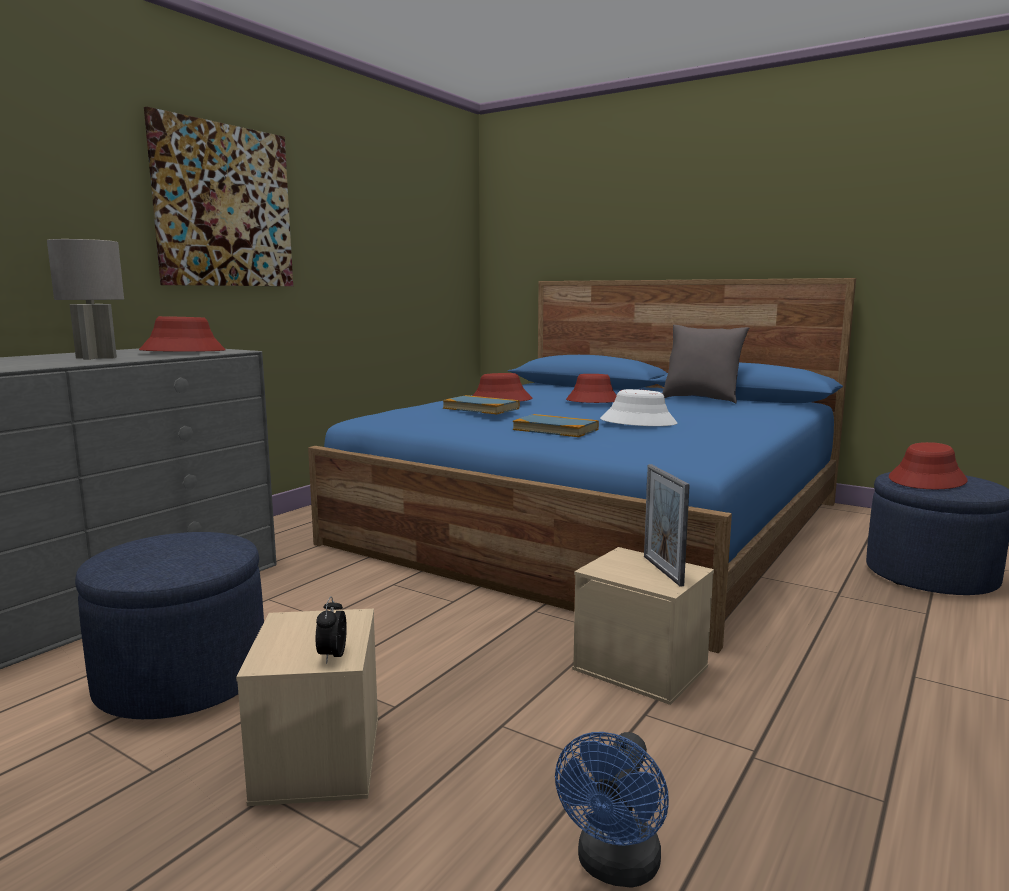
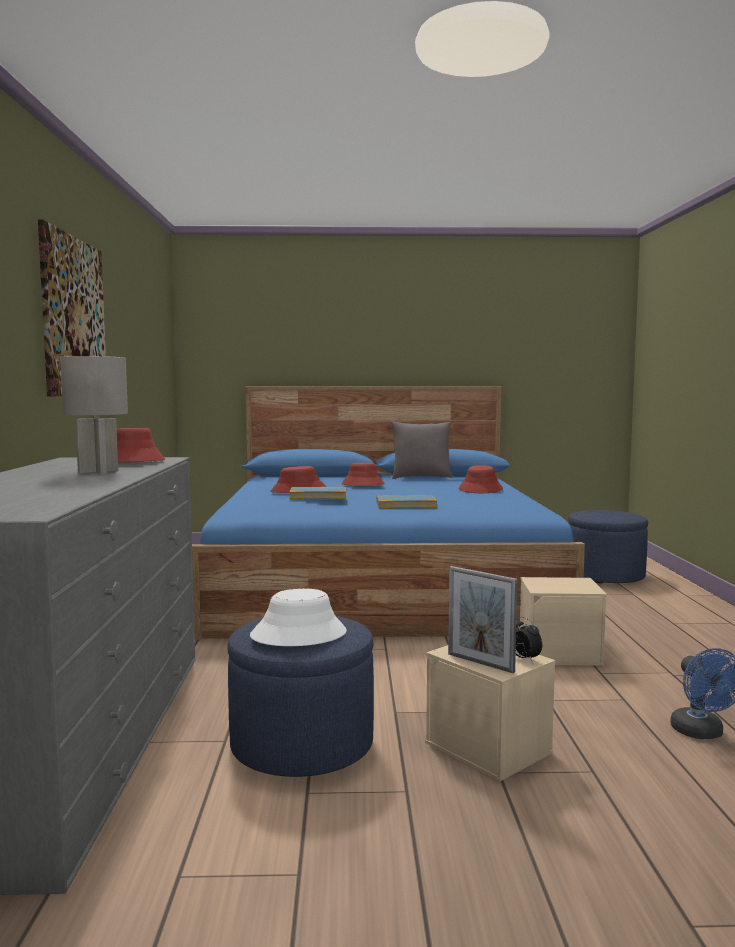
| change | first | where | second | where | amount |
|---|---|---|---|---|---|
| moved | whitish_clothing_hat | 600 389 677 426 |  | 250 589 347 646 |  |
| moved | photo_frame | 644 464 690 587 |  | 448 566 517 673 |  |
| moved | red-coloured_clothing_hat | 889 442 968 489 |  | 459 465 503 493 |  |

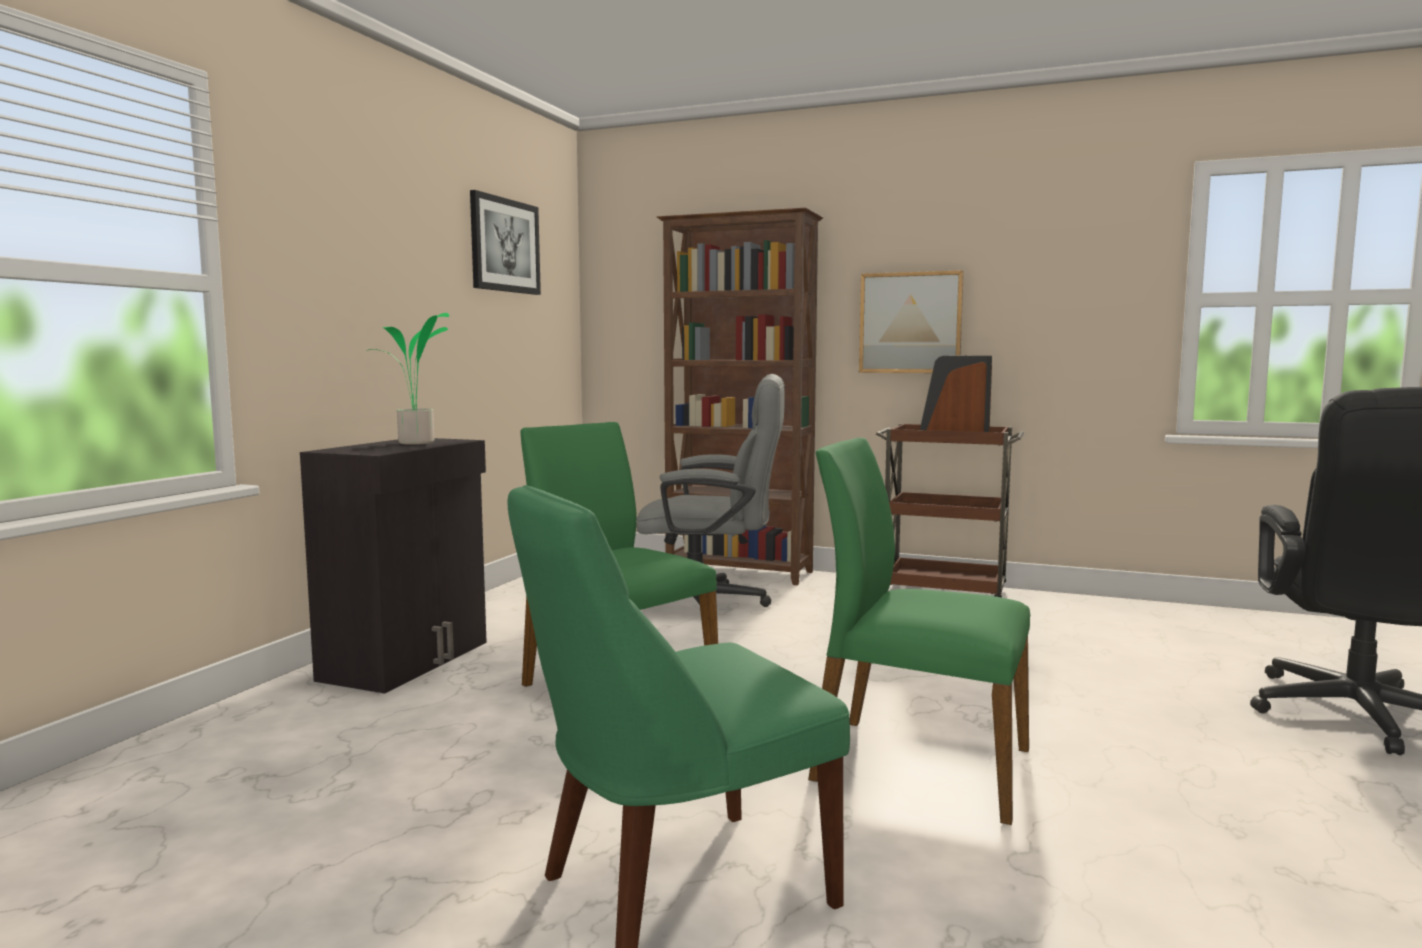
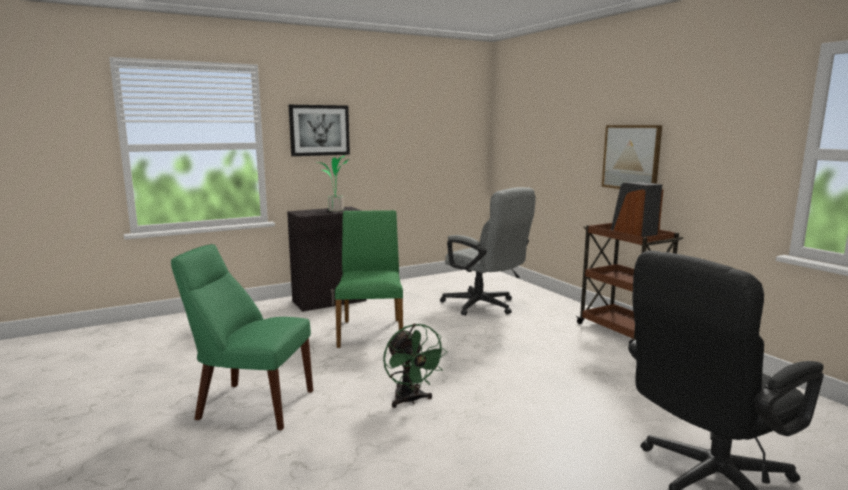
| change | first | where | second | where | amount |
|---|---|---|---|---|---|
| moved | wall_art | 470 190 541 295 |  | 289 105 350 156 |  |
| replaced | green_chair | 808 438 1030 825 | green_electric_fan | 383 324 447 408 |  |
| removed | brown_bookcase | 657 208 823 585 |  |  |  |

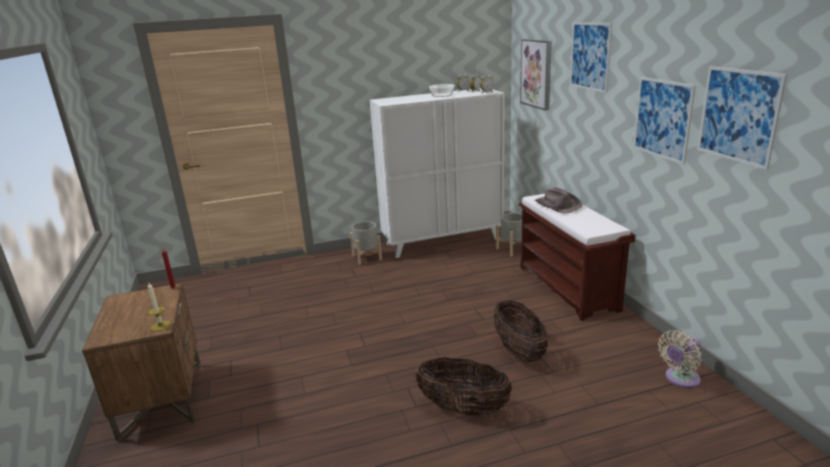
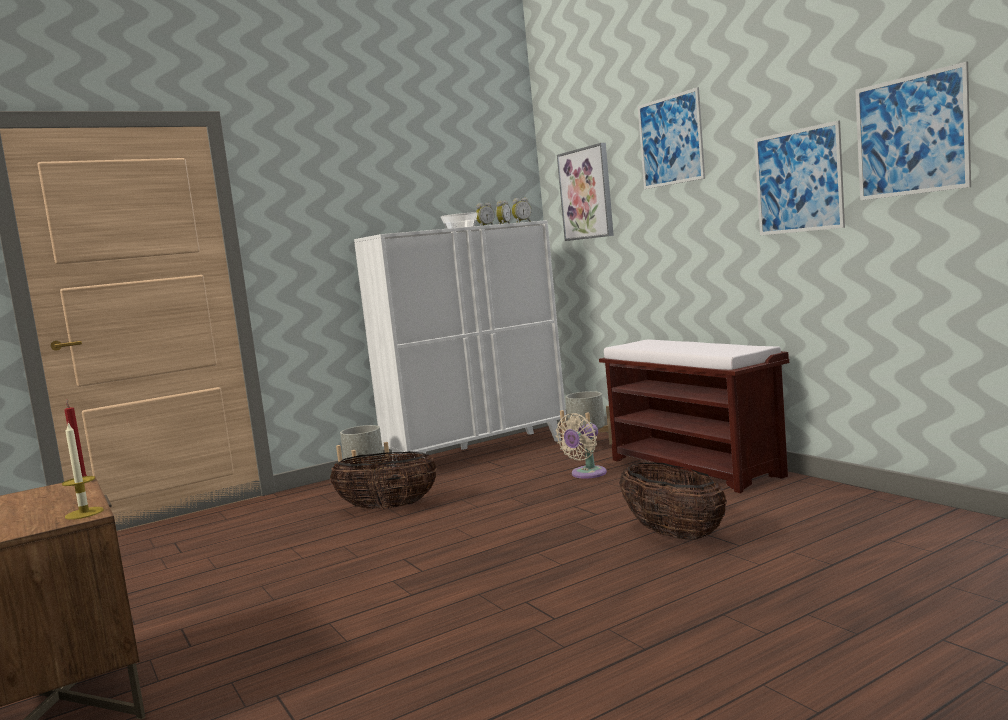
| change | first | where | second | where | amount |
|---|---|---|---|---|---|
| moved | household_basket | 415 357 513 416 |  | 330 451 437 509 |  |
| moved | beige-coloured_electric_fan | 658 330 702 388 |  | 556 413 607 479 |  |
| removed | brown_clothing_hat | 535 187 582 214 |  |  |  |

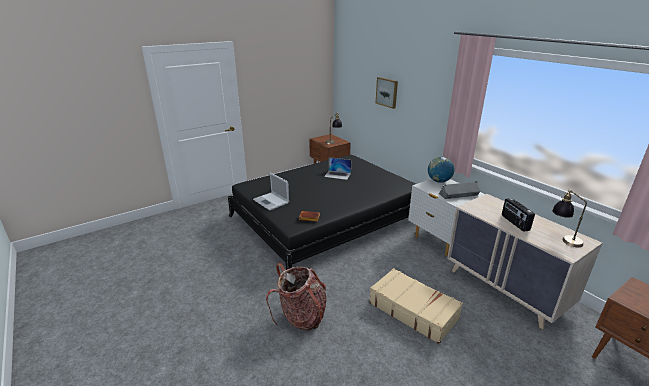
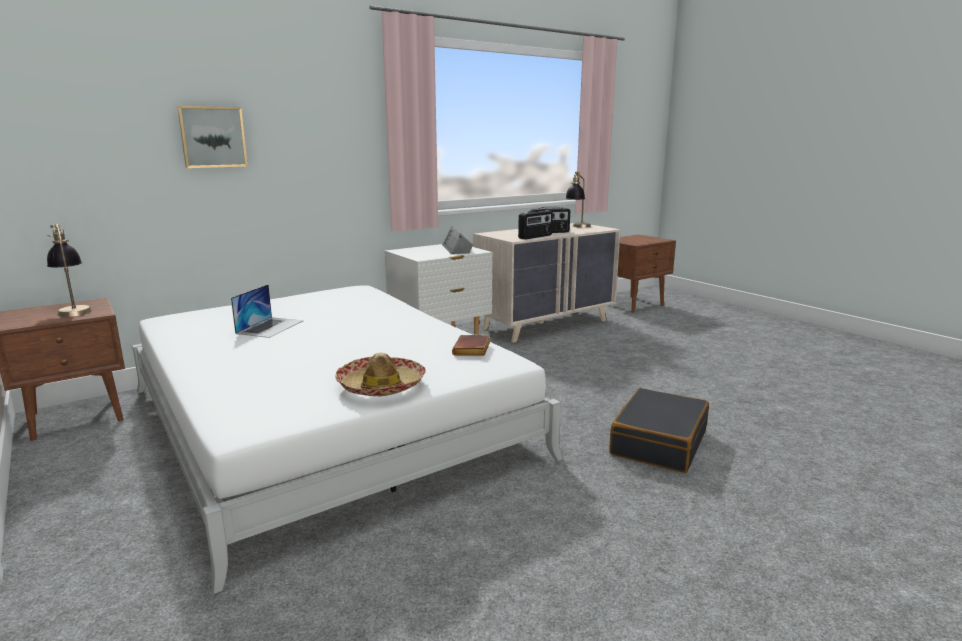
| change | first | where | second | where | amount |
|---|---|---|---|---|---|
| recoloured | blackish_sleeping_bed | 228 155 415 270 | whitish_sleeping_bed | 132 285 563 594 |  |
| replaced | laptop | 253 173 289 210 | clothing_hat | 335 352 426 396 |  |
| added |  |  | radio | 518 210 553 240 |  |
| replaced | rucksack | 266 263 327 331 | blackish_piece_of_luggage | 609 388 709 473 |  |
| removed | beige-coloured_piece_of_luggage | 369 268 463 344 |  |  |  |
| removed | desk_globe | 428 157 455 183 |  |  |  |

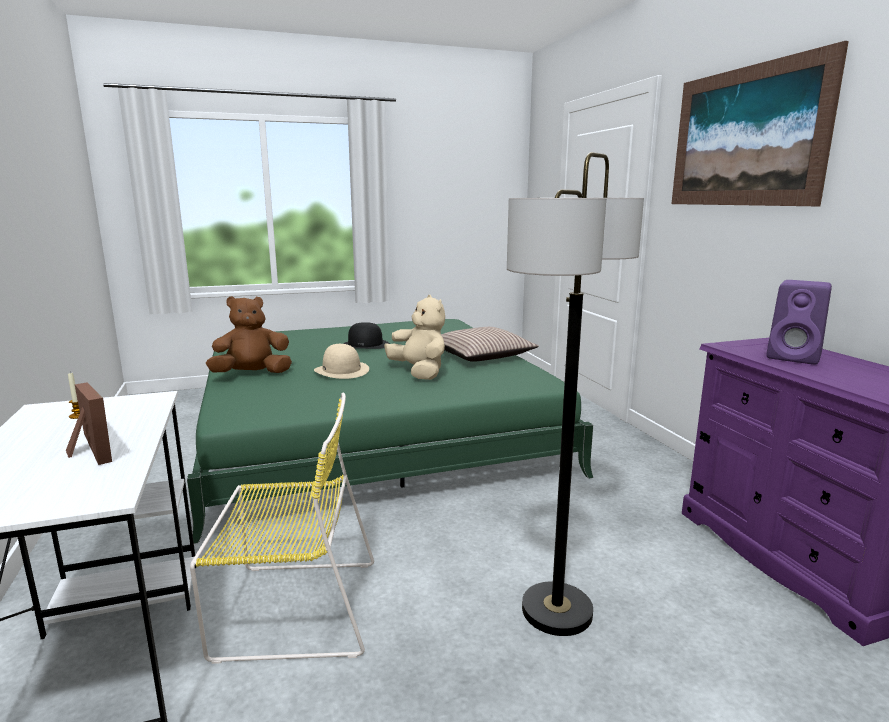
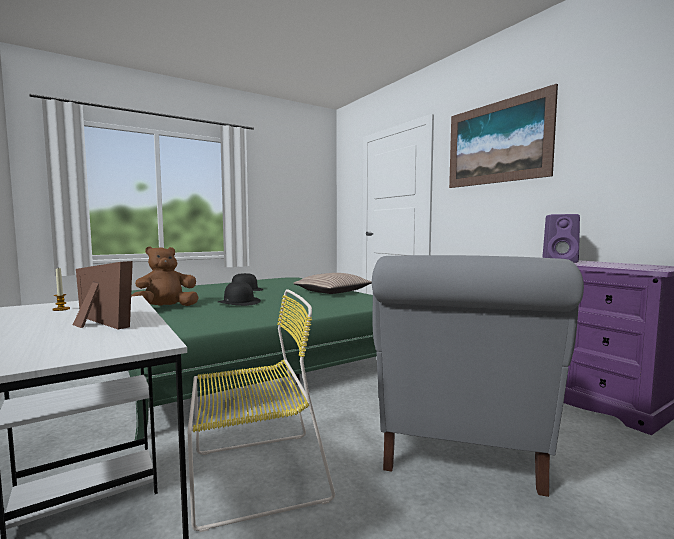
| change | first | where | second | where | amount |
|---|---|---|---|---|---|
| recoloured | beige-coloured_clothing_hat | 314 344 369 379 | blackish_clothing_hat | 218 282 261 306 |  |
| replaced | floor_lamp | 507 152 644 636 | greyish_armchair | 372 255 584 497 |  |
| removed | beige-coloured_soft_toy | 384 295 445 380 |  |  |  |

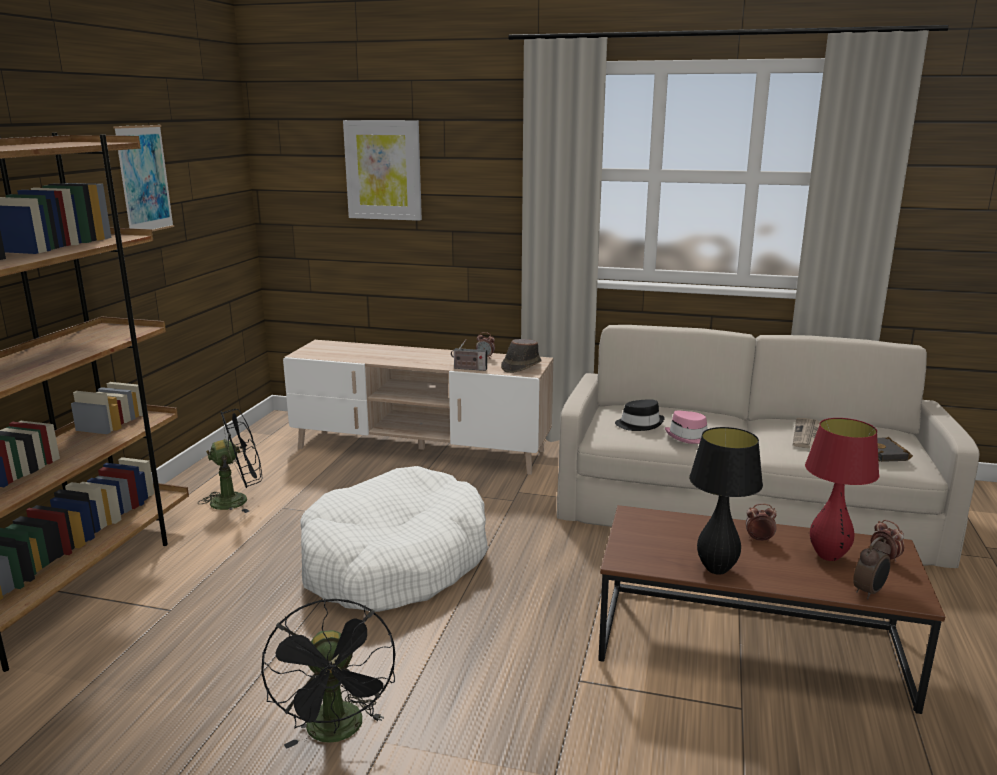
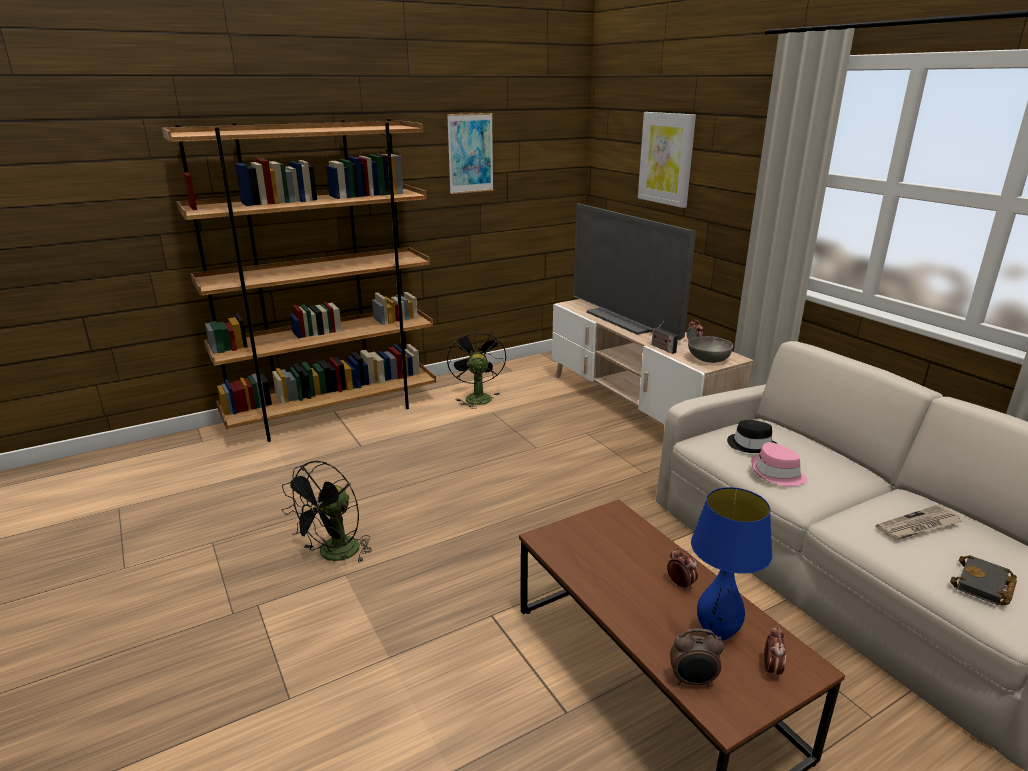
| change | first | where | second | where | amount |
|---|---|---|---|---|---|
| turned | blackish_electric_fan | 198 409 262 513 |  | 447 329 506 409 | 120 degrees counterclockwise |
| added |  |  | TV | 573 203 696 341 |  |
| replaced | brown_clothing_hat | 501 339 542 373 | greyish_serving_bowl | 688 336 733 363 |  |
| recoloured | red-coloured_table_lamp | 805 418 879 561 | blue_table_lamp | 691 487 772 640 |  |
| removed | whitish_dog_cushion | 300 466 488 612 |  |  |  |
| removed | blackish_table_lamp | 689 427 763 575 |  |  |  |

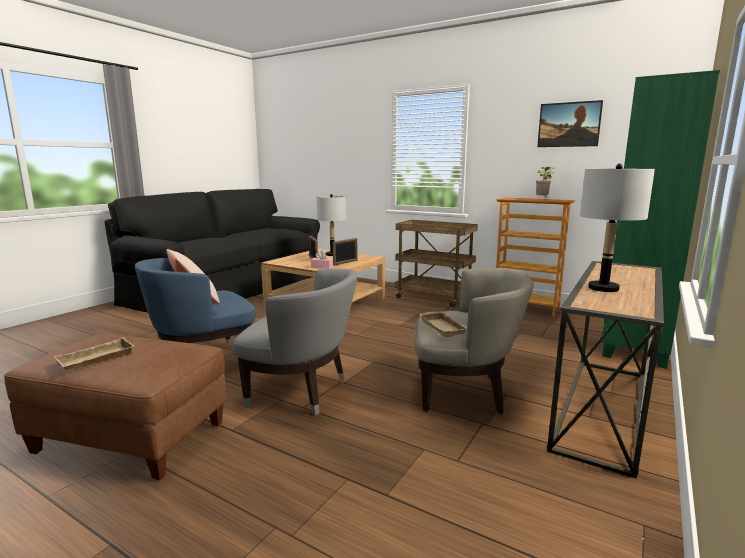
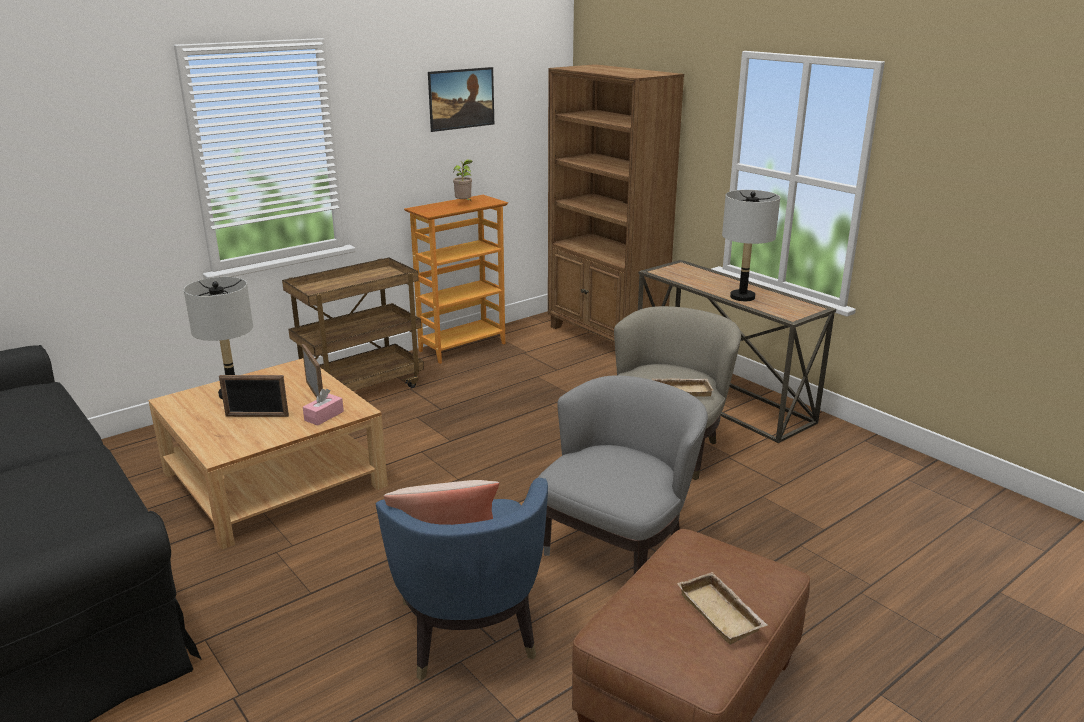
| change | first | where | second | where | amount |
|---|---|---|---|---|---|
| recoloured | green_bookcase | 601 70 720 369 | brown_bookcase | 548 64 684 343 |  |

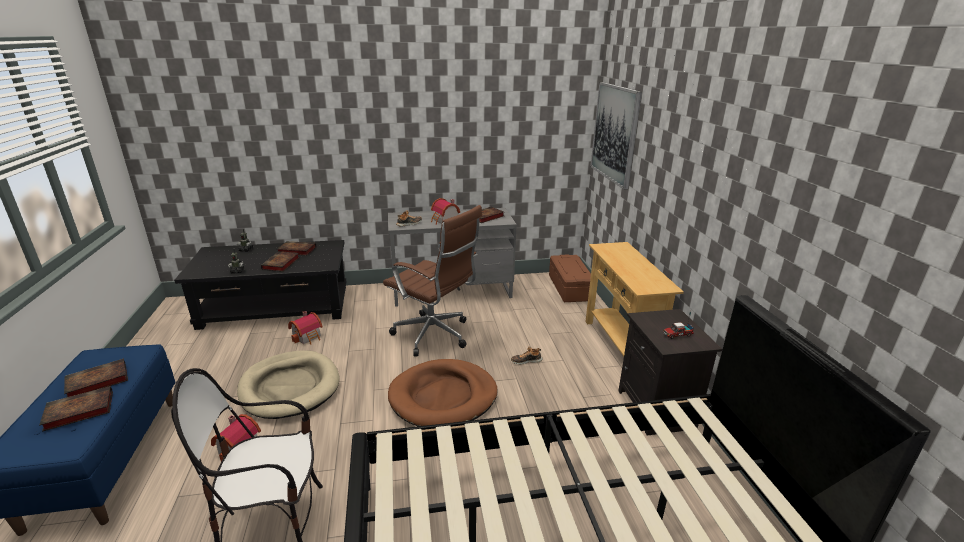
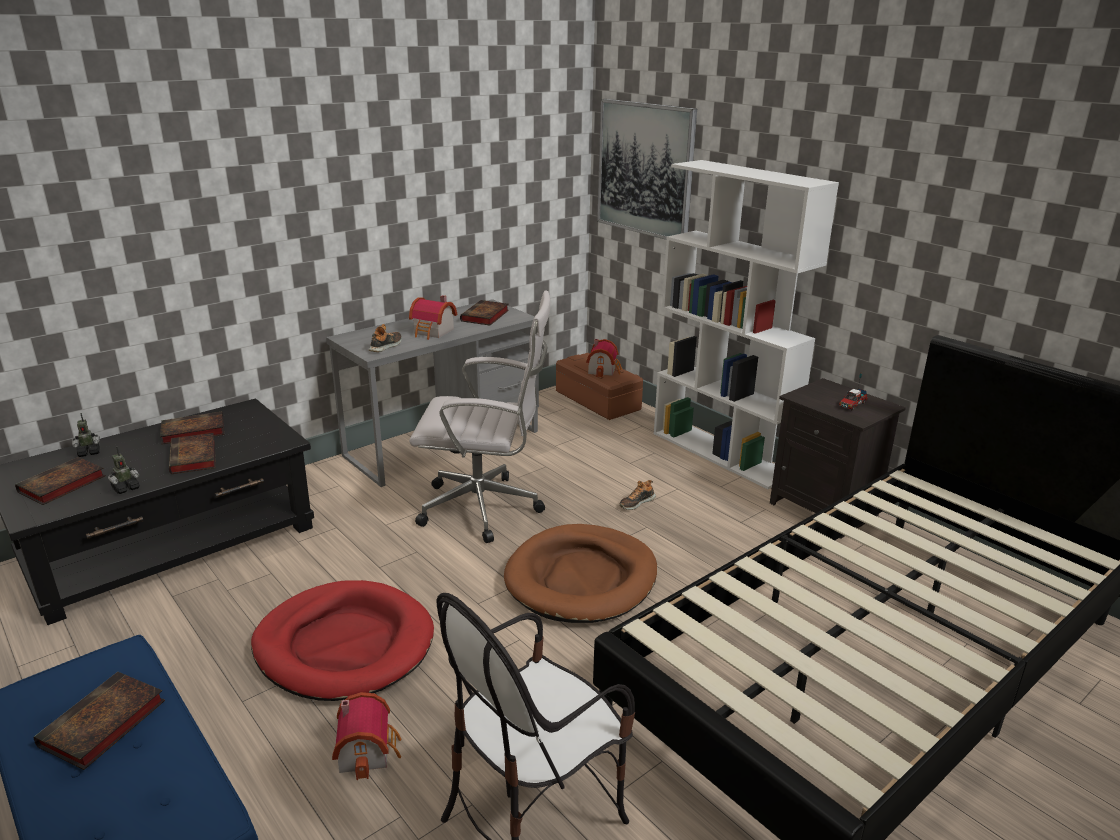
| change | first | where | second | where | amount |
|---|---|---|---|---|---|
| moved | volume | 39 386 113 431 |  | 15 457 106 505 |  |
| recoloured | beige-coloured_dog_cushion | 237 350 340 419 | red-coloured_dog_cushion | 251 580 434 701 |  |
| recoloured | brown_computer_chair | 383 205 482 356 | whitish_computer_chair | 409 290 550 543 |  |
| moved | miniature_house | 288 311 322 345 |  | 586 339 622 377 |  |
| replaced | beige-coloured_console_table | 585 242 684 356 | whitish_bookcase | 654 160 839 489 |  |

